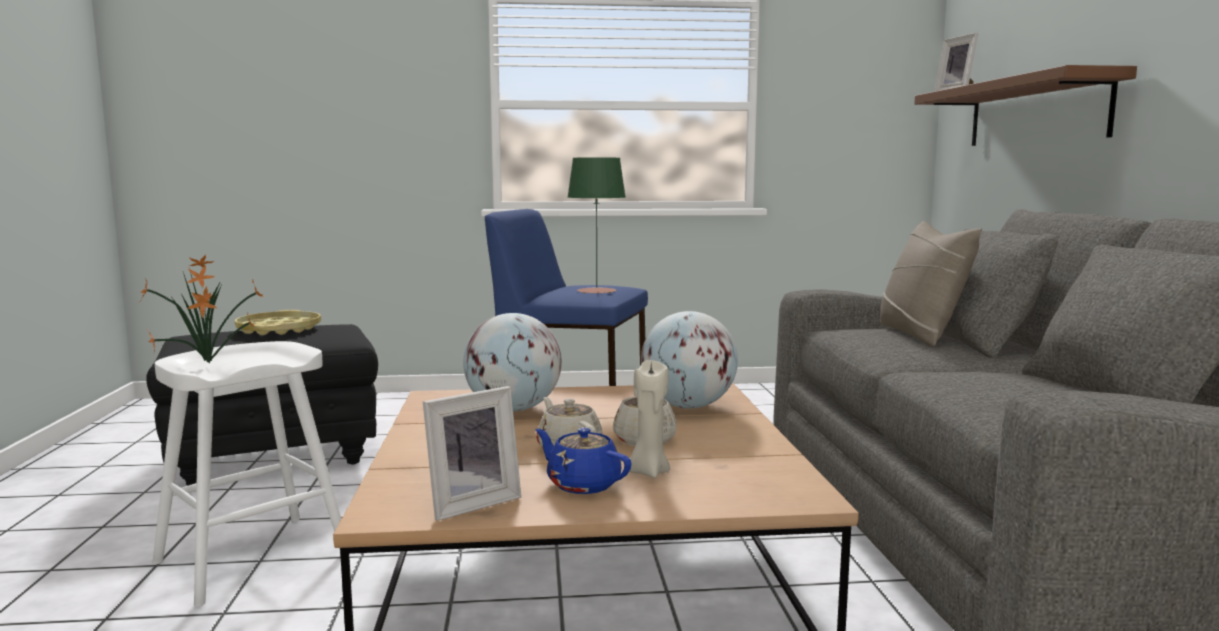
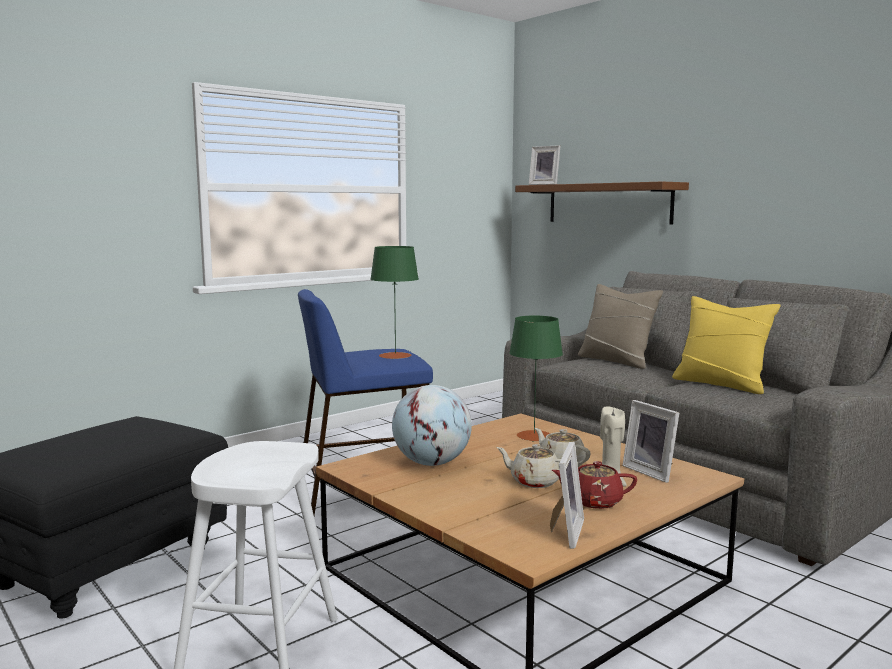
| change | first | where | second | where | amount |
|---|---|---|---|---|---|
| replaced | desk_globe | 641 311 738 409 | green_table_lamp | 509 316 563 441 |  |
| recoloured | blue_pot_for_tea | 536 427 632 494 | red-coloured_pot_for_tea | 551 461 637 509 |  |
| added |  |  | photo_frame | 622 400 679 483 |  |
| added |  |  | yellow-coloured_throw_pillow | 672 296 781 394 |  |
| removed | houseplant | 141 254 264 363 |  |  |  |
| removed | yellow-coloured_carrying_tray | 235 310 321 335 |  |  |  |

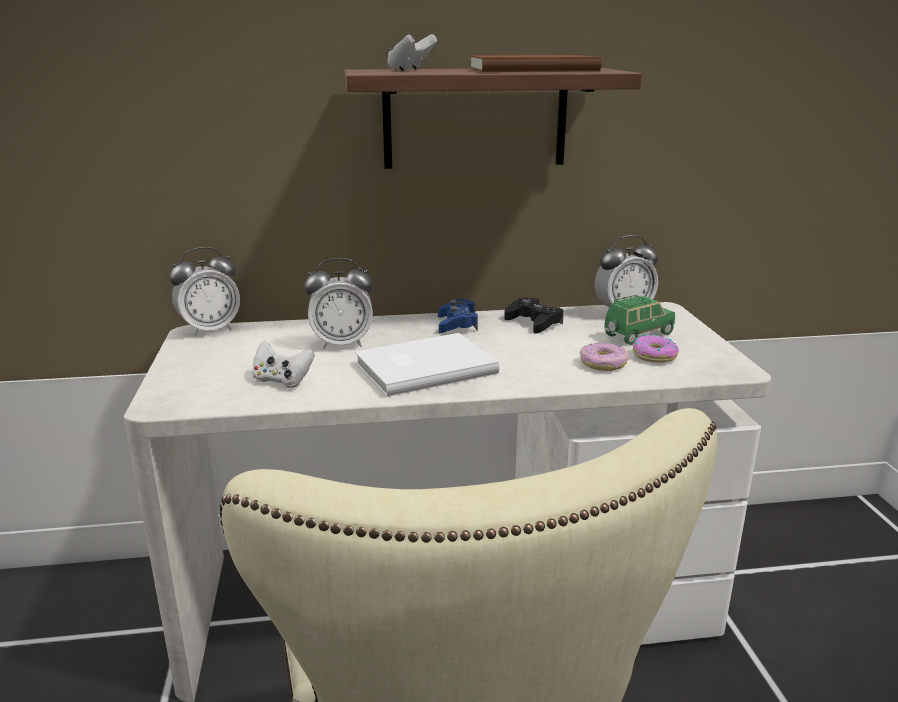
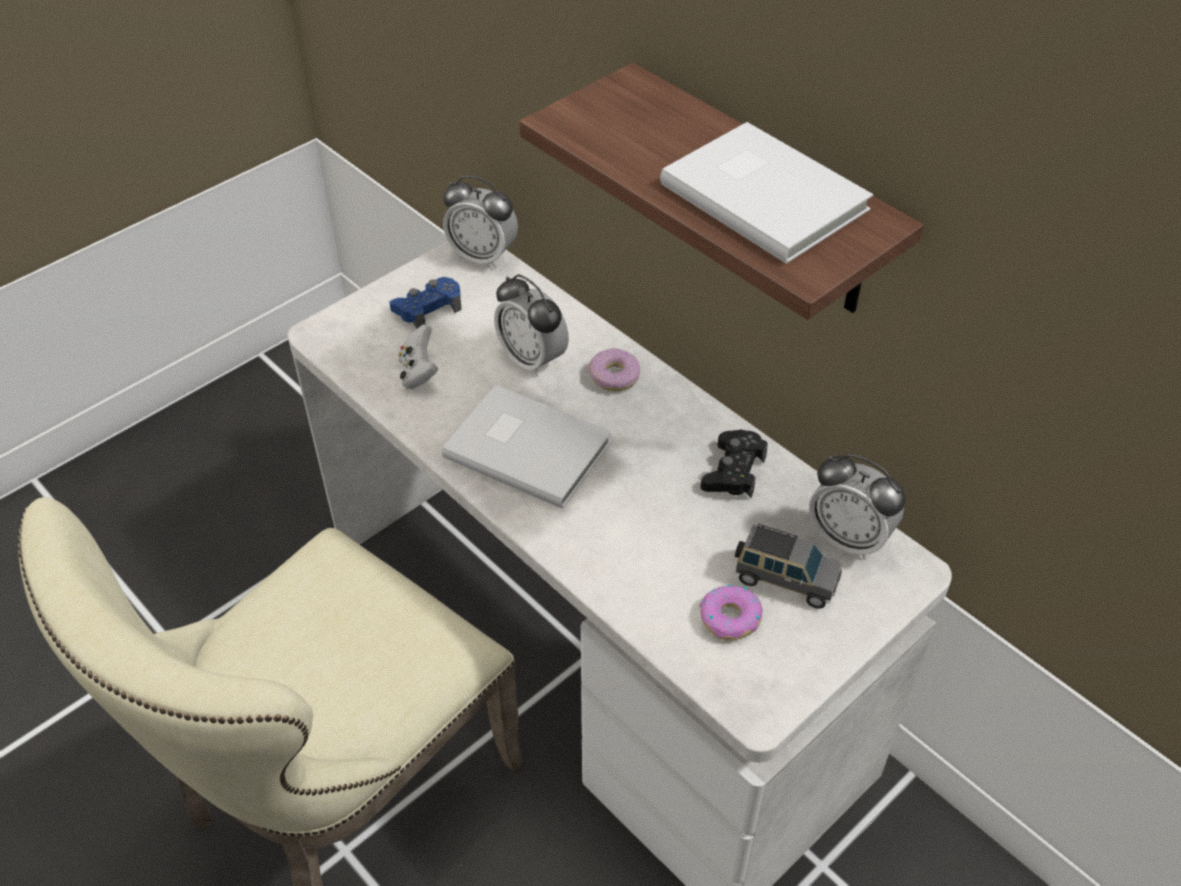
| change | first | where | second | where | amount |
|---|---|---|---|---|---|
| moved | blue_game_controller | 438 299 478 333 |  | 389 277 462 329 |  |
| moved | ring_doughnut | 580 342 629 371 |  | 588 348 640 391 |  |
| recoloured | brown_volume | 469 55 601 72 | whitish_volume | 660 122 873 264 |  |
| recoloured | green_toy_car | 604 295 675 345 | greyish_toy_car | 735 524 842 609 |  |
| removed | whitish_game_controller | 386 34 437 71 |  |  |  |

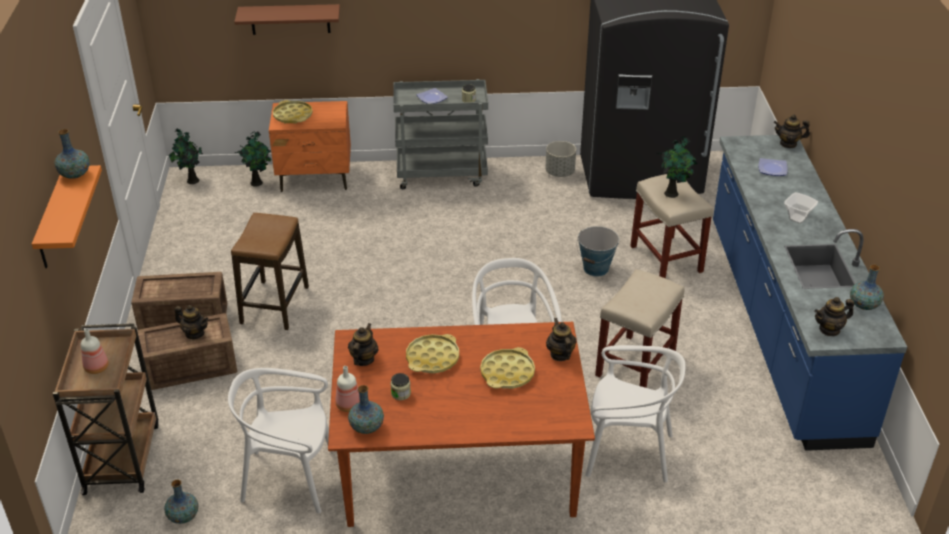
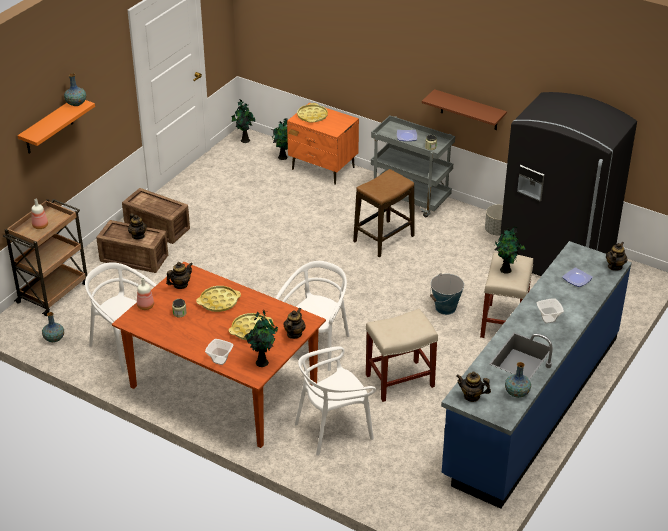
| change | first | where | second | where | amount |
|---|---|---|---|---|---|
| added |  |  | serving_bowl | 205 339 234 365 |  |
| added |  |  | houseplant | 244 310 278 367 |  |
| turned | whitish_chair | 585 345 685 483 |  | 295 346 376 456 | 105 degrees clockwise |
| moved | stool | 231 213 309 330 |  | 353 169 414 257 |  |
| moved | brown_shelf | 234 4 340 35 |  | 422 89 507 130 |  |
| turned | pot_for_tea | 774 114 810 148 |  | 606 242 628 271 | 75 degrees clockwise |
| removed | flower_vase | 348 385 384 434 |  |  |  |

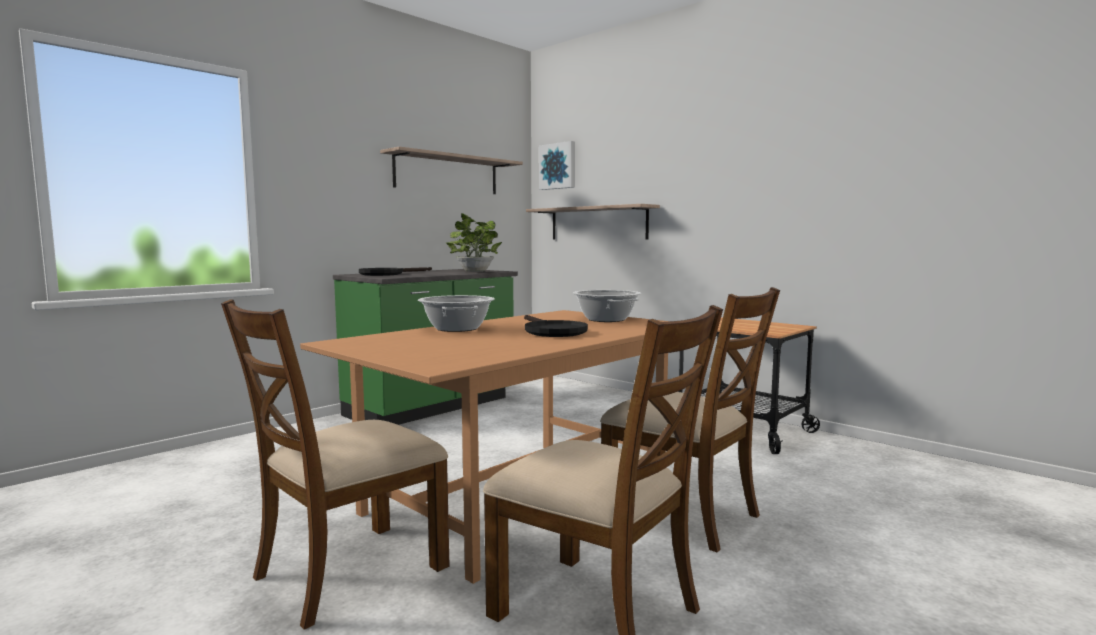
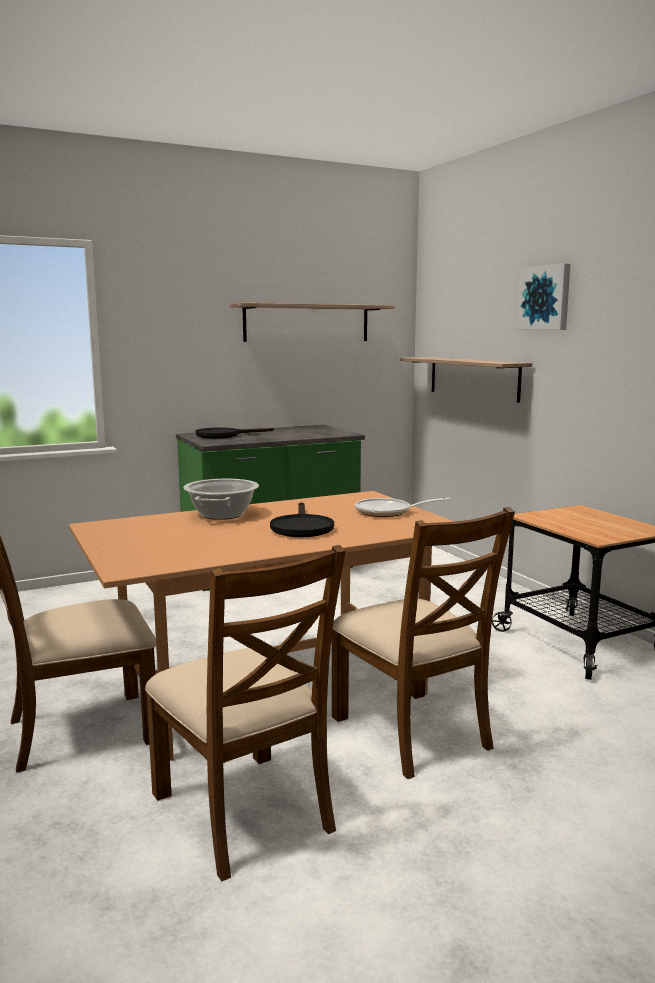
| change | first | where | second | where | amount |
|---|---|---|---|---|---|
| replaced | saucepot | 573 290 641 322 | frying_pan | 355 498 450 517 |  |
| moved | wall_art | 539 141 575 190 |  | 517 263 571 330 |  |
| removed | houseplant | 446 213 502 272 |  |  |  |

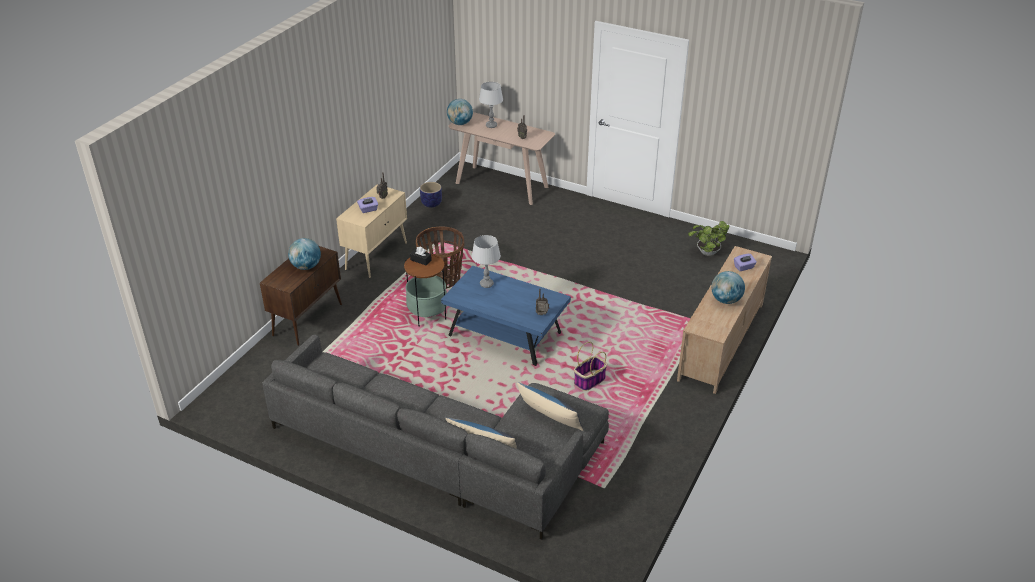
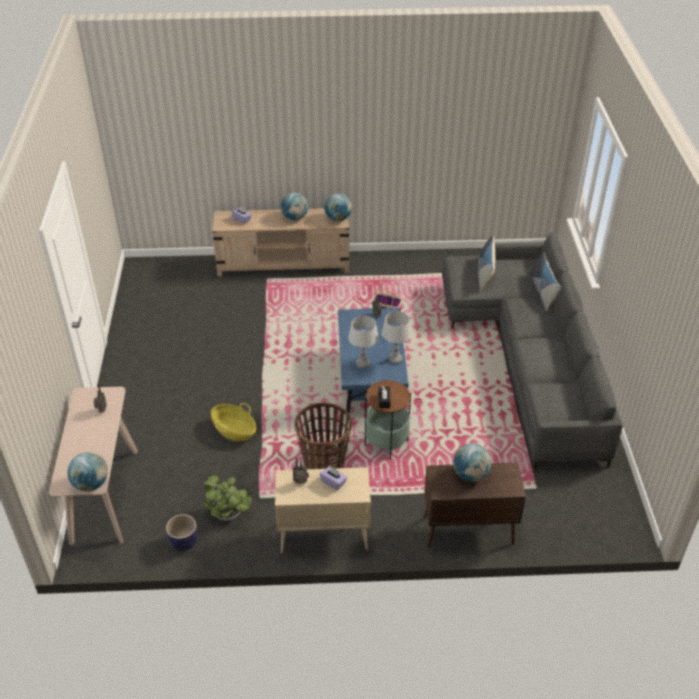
| change | first | where | second | where | amount |
|---|---|---|---|---|---|
| moved | houseplant | 688 221 730 256 |  | 203 475 252 521 |  |
| added |  |  | household_basket | 211 403 256 441 |  |
| added |  |  | desk_globe | 324 193 352 221 |  |
| moved | greyish_table_lamp | 479 82 503 128 |  | 382 311 412 364 |  |

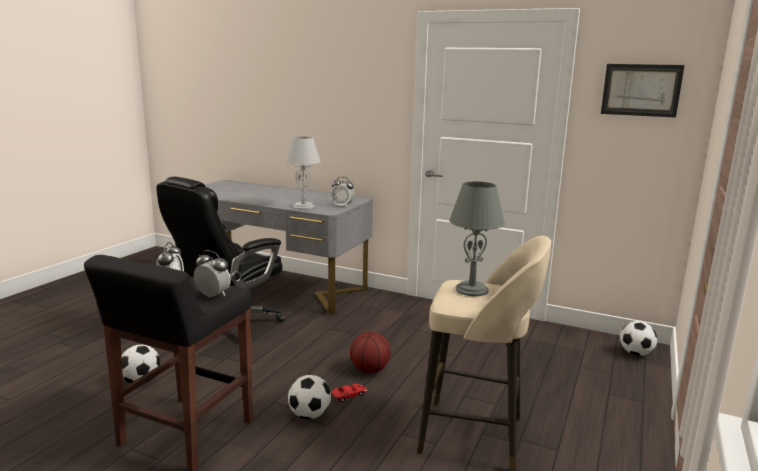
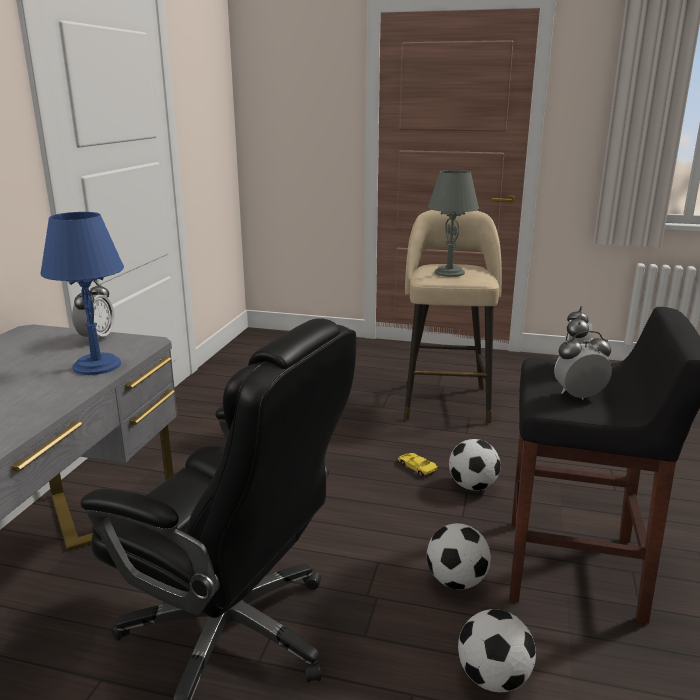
| change | first | where | second | where | amount |
|---|---|---|---|---|---|
| recoloured | greyish_table_lamp | 285 136 320 210 | blue_table_lamp | 40 212 124 375 |  |
| recoloured | red-coloured_toy_car | 331 384 367 402 | yellow-coloured_toy_car | 398 453 438 477 |  |
| moved | football_ball | 620 321 657 356 |  | 427 523 491 589 |  |
| removed | basketball_ball | 350 331 391 373 |  |  |  |
| removed | wall_art | 601 64 684 118 |  |  |  |

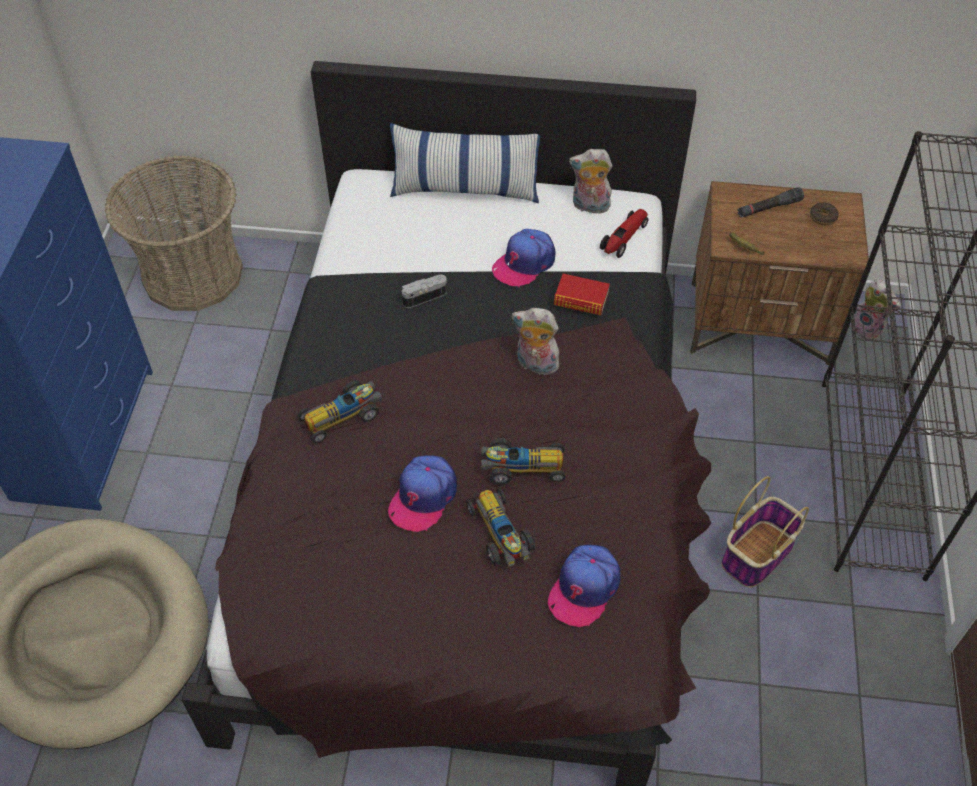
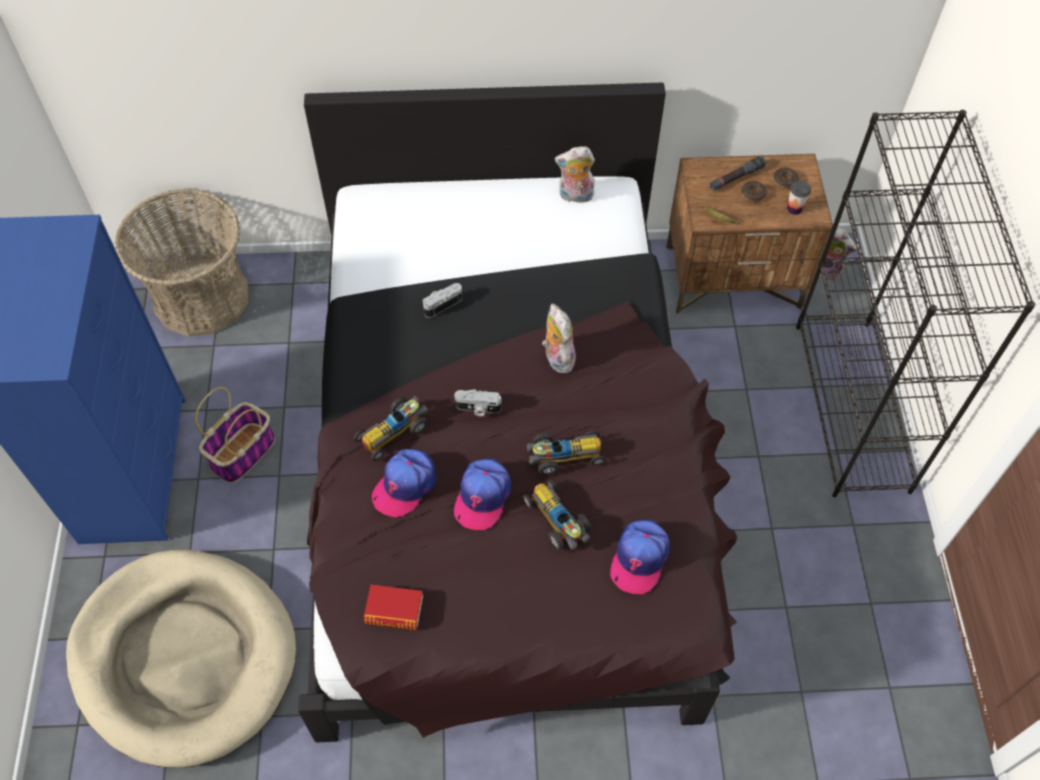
| change | first | where | second | where | amount |
|---|---|---|---|---|---|
| moved | household_basket | 722 476 809 588 |  | 195 387 275 483 |  |
| moved | volume | 554 274 610 315 |  | 364 585 423 630 |  |
| moved | cap | 492 229 555 287 |  | 372 449 437 517 |  |
| added |  |  | photo_camera | 454 389 502 417 |  |
| turned | soft_toy | 512 308 559 375 |  | 542 304 576 373 | 60 degrees clockwise |
| added |  |  | ring_doughnut | 741 181 767 203 |  |
| added |  |  | small_cup | 787 180 811 215 |  |
| removed | throw_pillow | 390 123 540 203 |  |  |  |
| removed | toy_car | 600 209 648 258 |  |  |  |

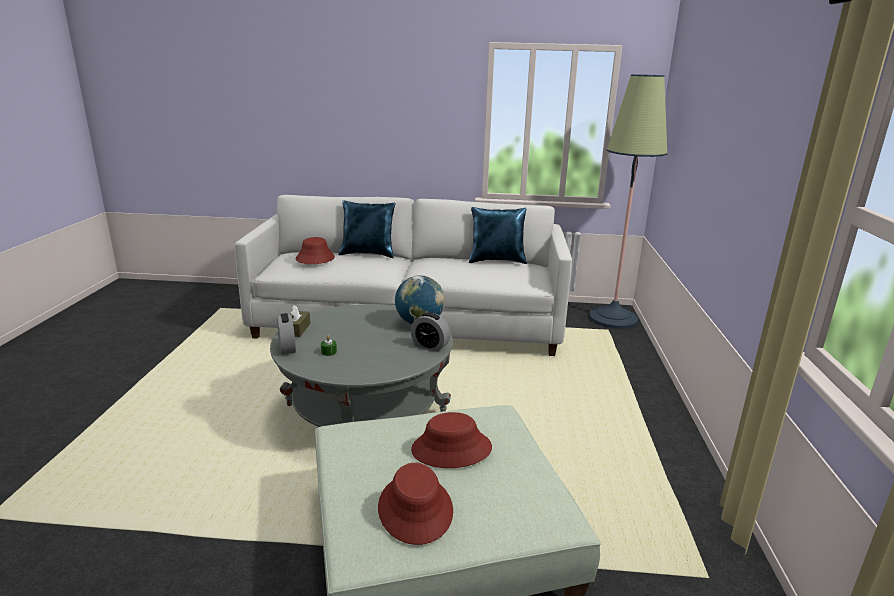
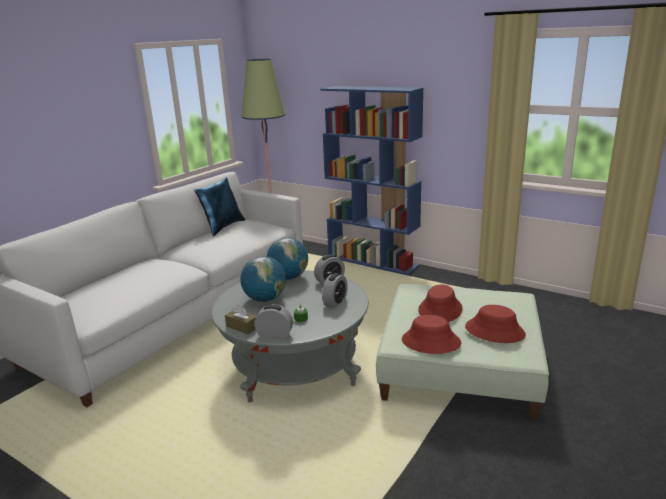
| change | first | where | second | where | amount |
|---|---|---|---|---|---|
| added |  |  | desk_globe | 240 256 286 302 |  |
| added |  |  | blue_bookcase | 321 86 424 275 |  |
| added |  |  | alarm_clock | 322 273 348 308 |  |
| moved | red-coloured_clothing_hat | 296 237 335 264 |  | 402 315 461 354 |  |
| removed | blue_throw_pillow | 338 200 395 258 |  |  |  |

